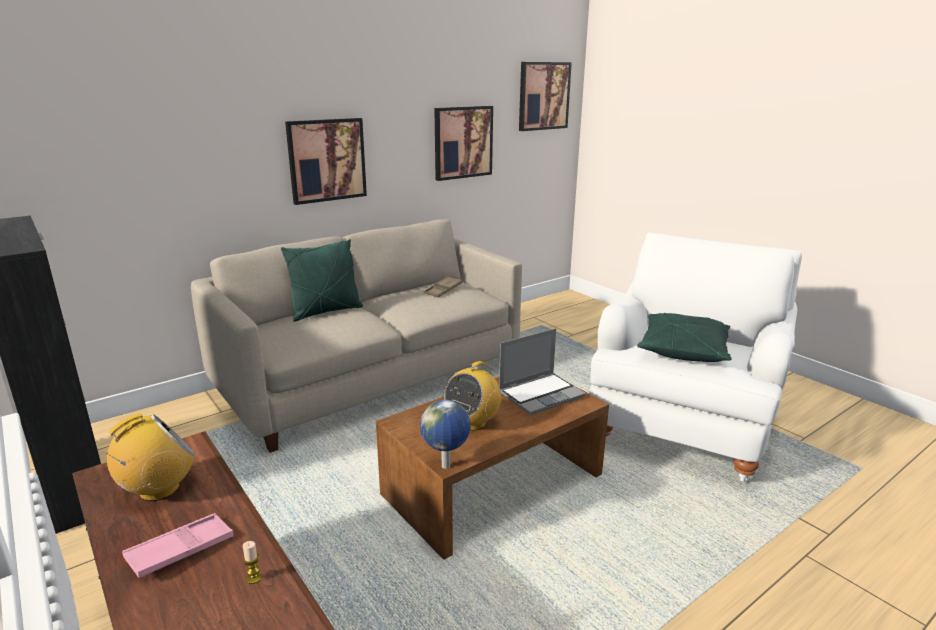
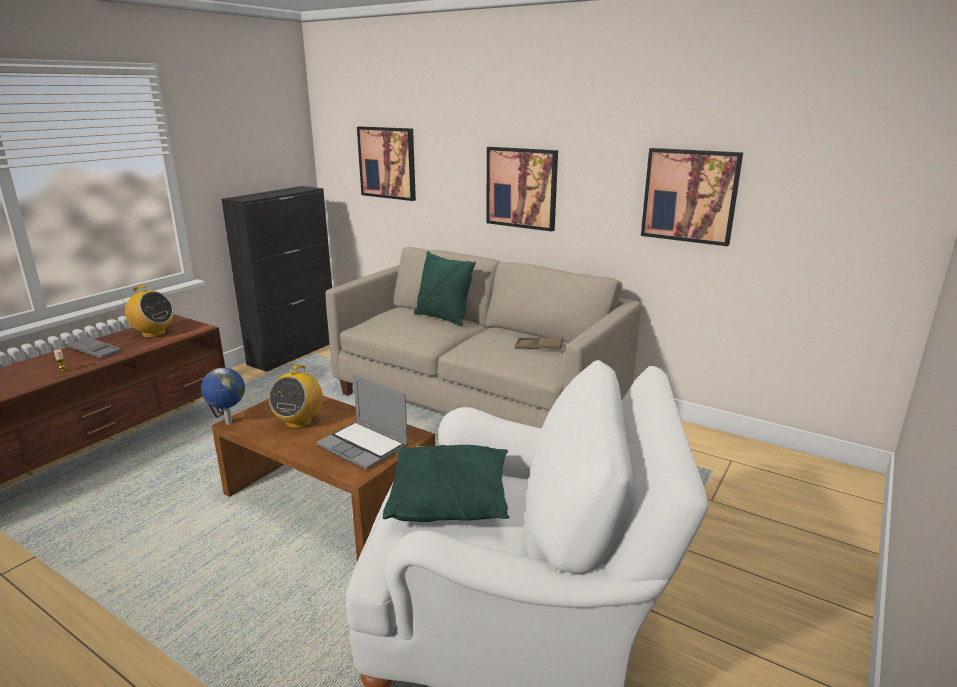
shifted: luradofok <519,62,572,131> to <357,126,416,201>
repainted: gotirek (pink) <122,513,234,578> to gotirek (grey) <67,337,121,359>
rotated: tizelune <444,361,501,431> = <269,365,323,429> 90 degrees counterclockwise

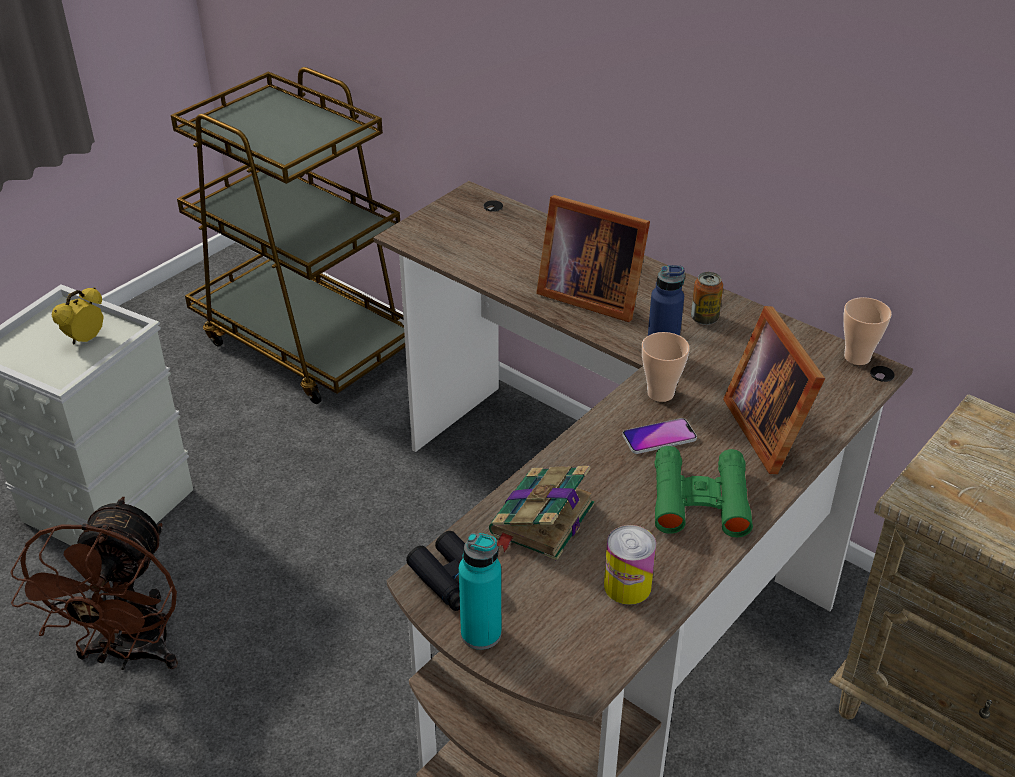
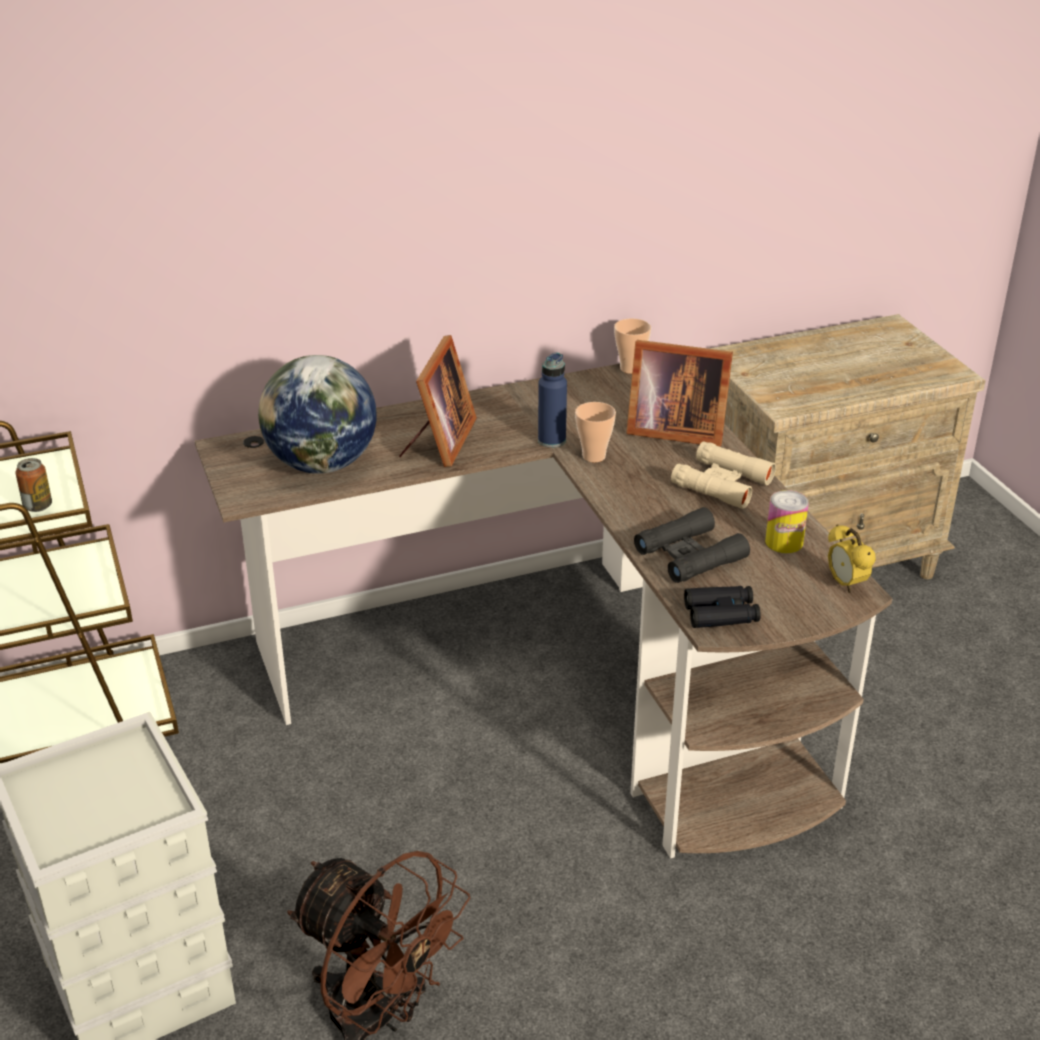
gone: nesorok <622,418,697,454>; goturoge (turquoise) <459,533,502,650>
new: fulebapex <258,355,377,474>
shifted: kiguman <691,272,723,325> to <15,458,52,512>; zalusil <51,287,104,345> to <828,524,876,593>
swapped: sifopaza <489,466,595,561> to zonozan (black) <634,507,750,583>
repainted: zonozan (green) <654,446,753,537> to zonozan (beige) <671,441,776,509>
rotated: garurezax <536,195,650,322> = <399,335,477,467> 45 degrees counterclockwise

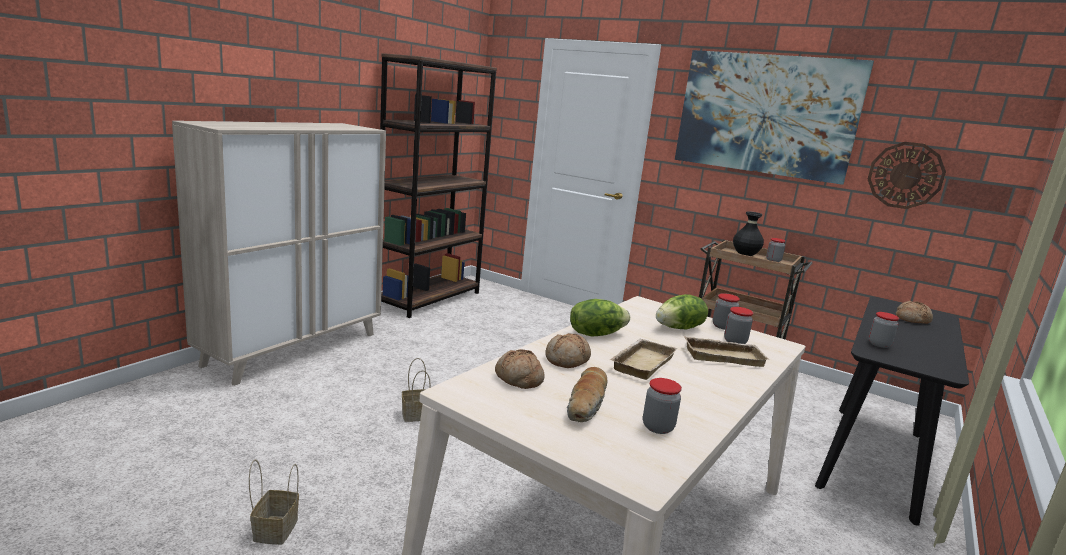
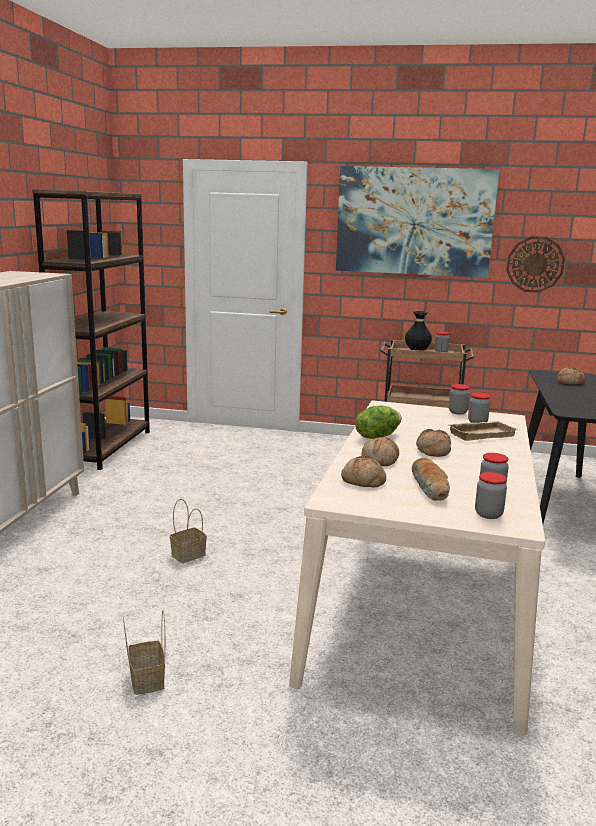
gone: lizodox <656,294,708,329>
shifted: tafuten <869,312,899,348> to <475,472,507,519>
swapped: gotirek (beige) <610,339,677,380> to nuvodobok <416,429,451,457>

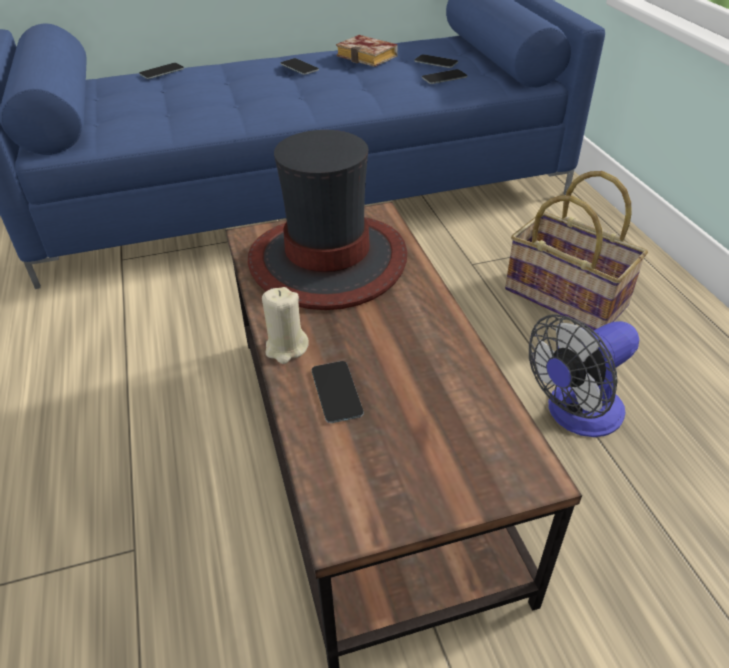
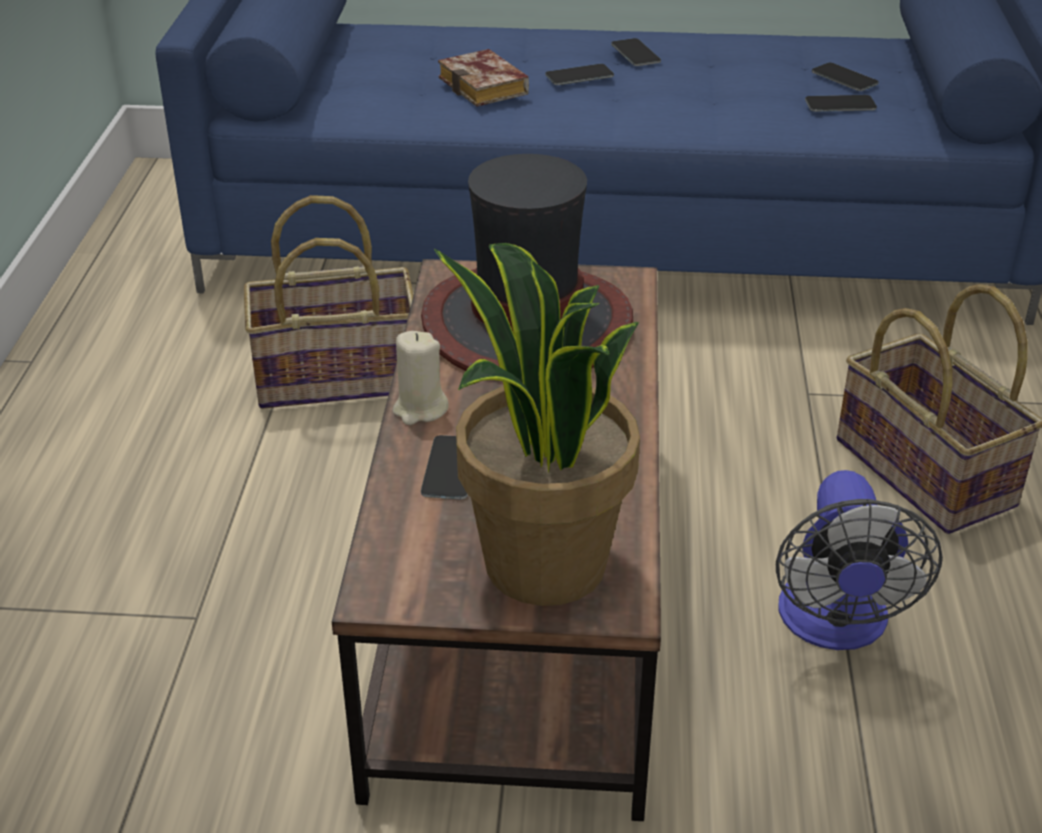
new: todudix <244,195,414,408>; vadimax <434,243,640,606>
shifted: sifopaza <336,35,398,67> to <438,49,529,107>; nesorok <139,63,184,79> to <545,64,614,85>
rotated: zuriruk <529,314,639,437> = <776,470,943,650> 75 degrees counterclockwise

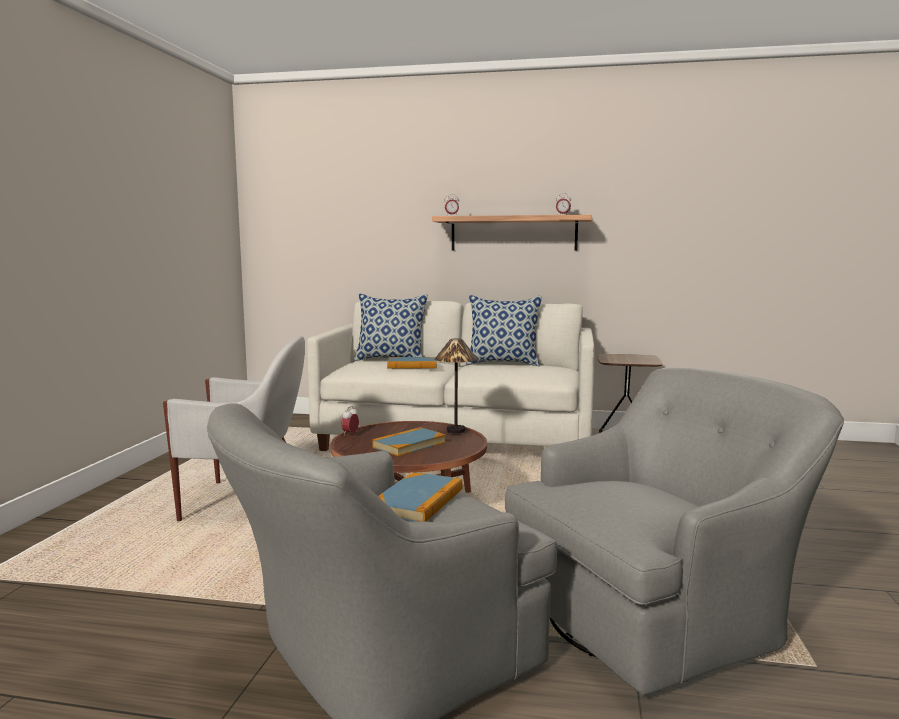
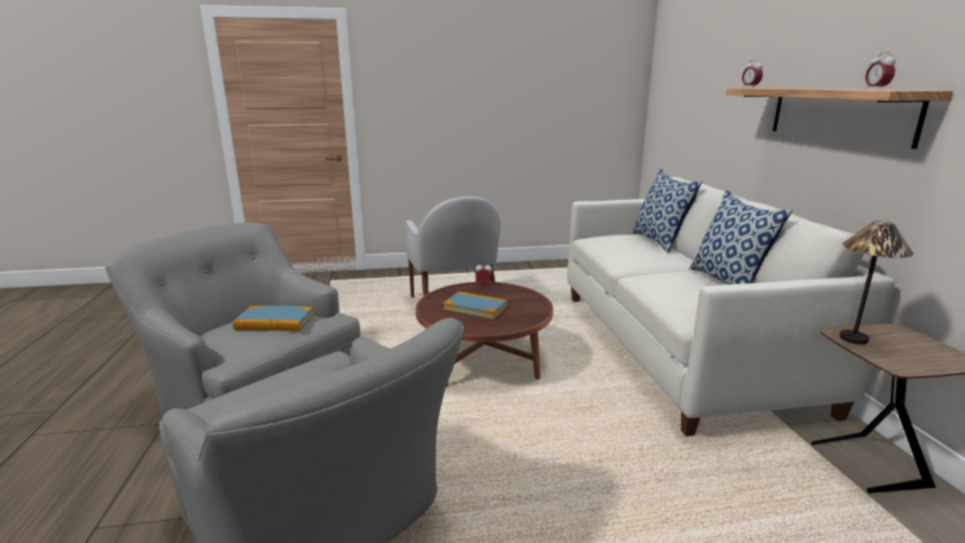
gone: sifopaza <387,357,436,369>
shifted: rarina <435,338,478,433> to <840,221,913,345>

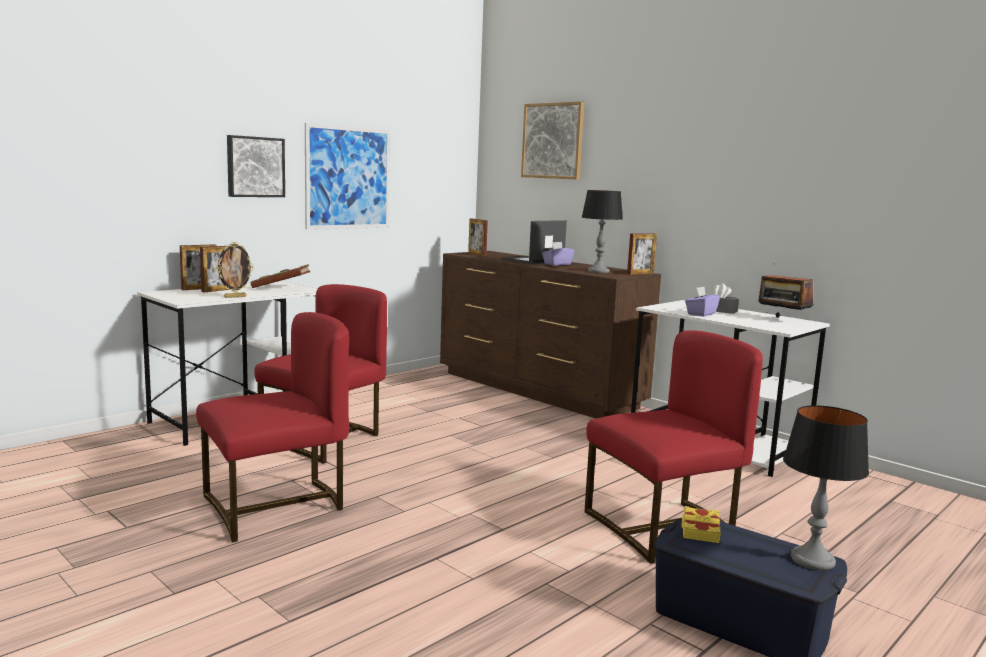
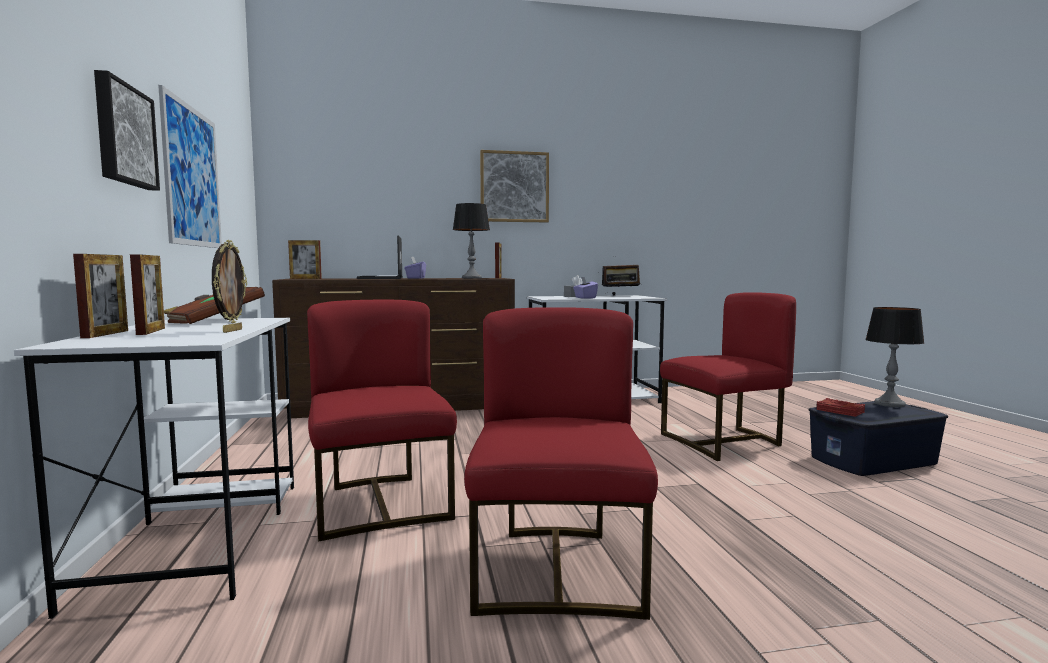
shifted: luradofok <521,102,584,180> to <480,150,549,223>
repainted: sifopaza (yellow) <681,506,721,543> to sifopaza (red) <816,398,865,417>
rotated: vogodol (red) <585,330,763,564> = <660,292,796,461> 60 degrees clockwise

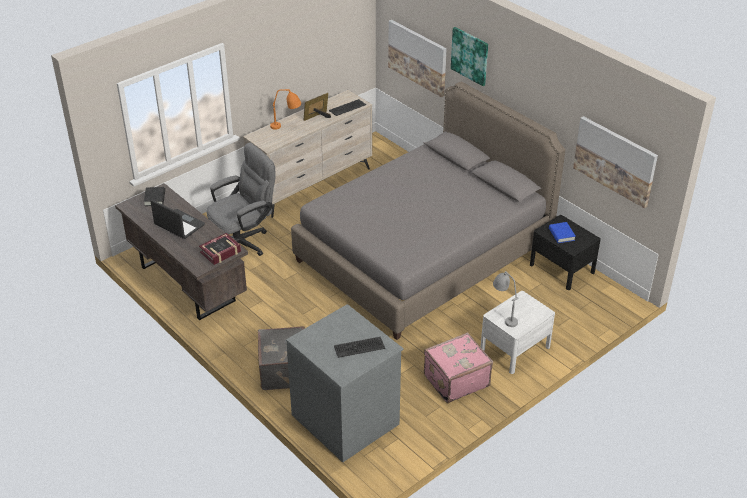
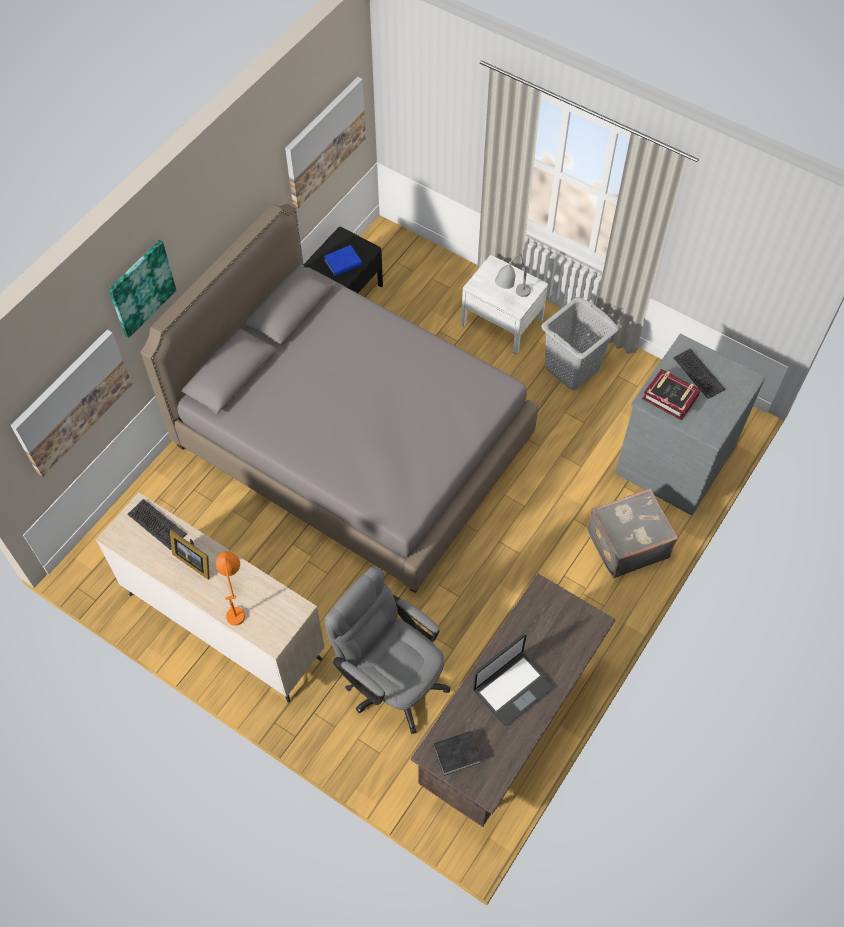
shifted: sifopaza <199,233,241,265> to <642,369,701,420>
swapped: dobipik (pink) <424,332,493,403> to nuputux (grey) <541,297,619,390>
rotated: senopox <151,200,205,239> = <473,634,553,726> 150 degrees counterclockwise

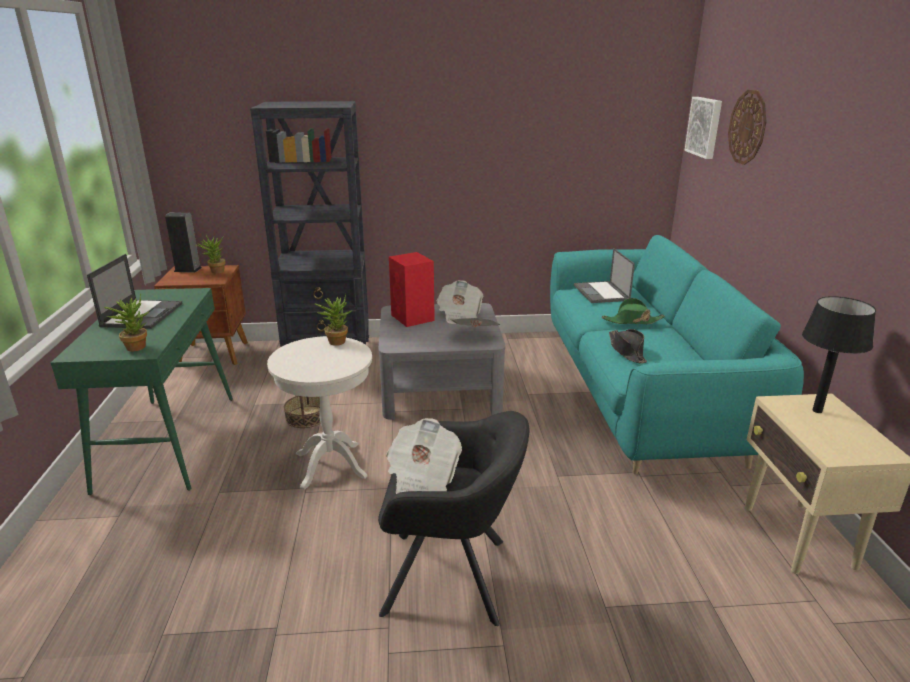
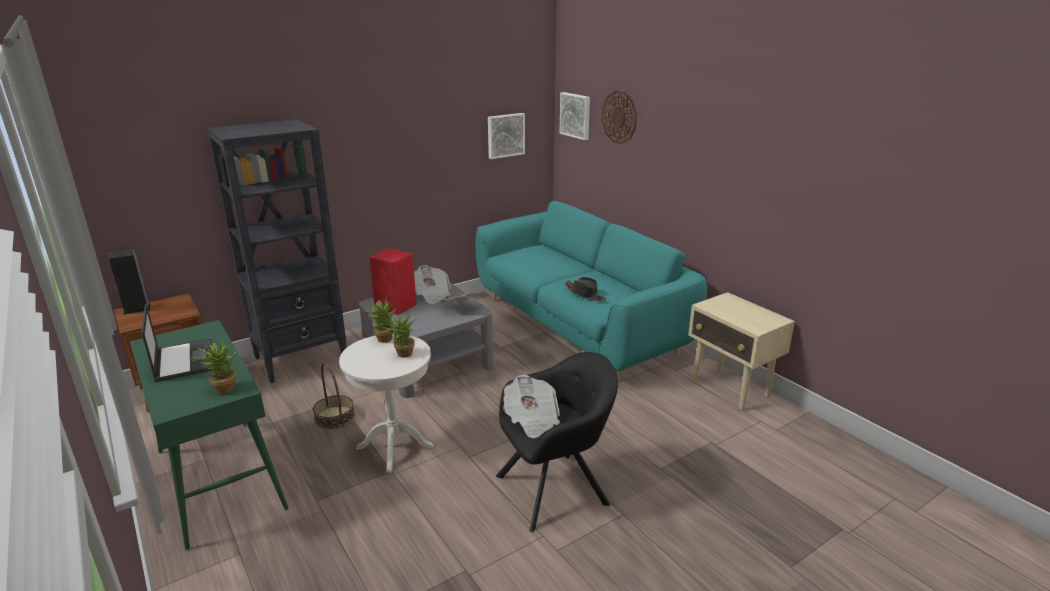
gone: senopox <574,248,635,303>; rarina (black) <802,296,876,413>; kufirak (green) <602,298,665,324>
new: luradofok <488,113,525,159>
shifted: vadimax <196,235,225,273> to <382,312,416,358>

